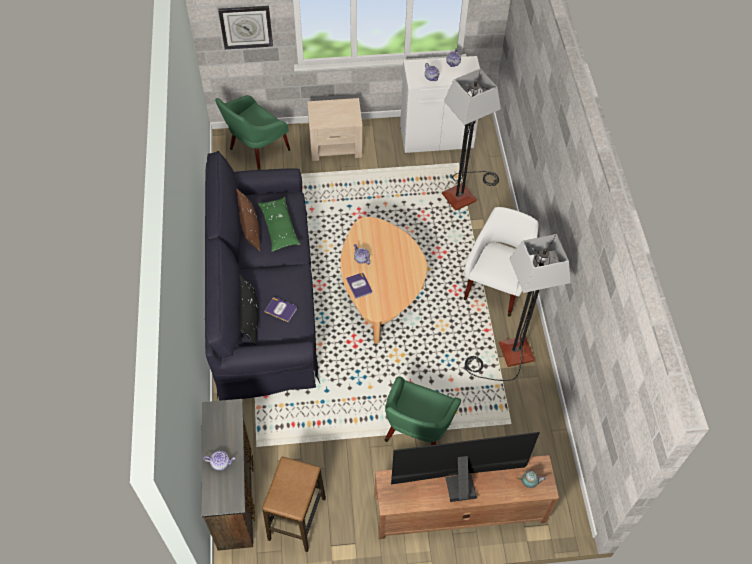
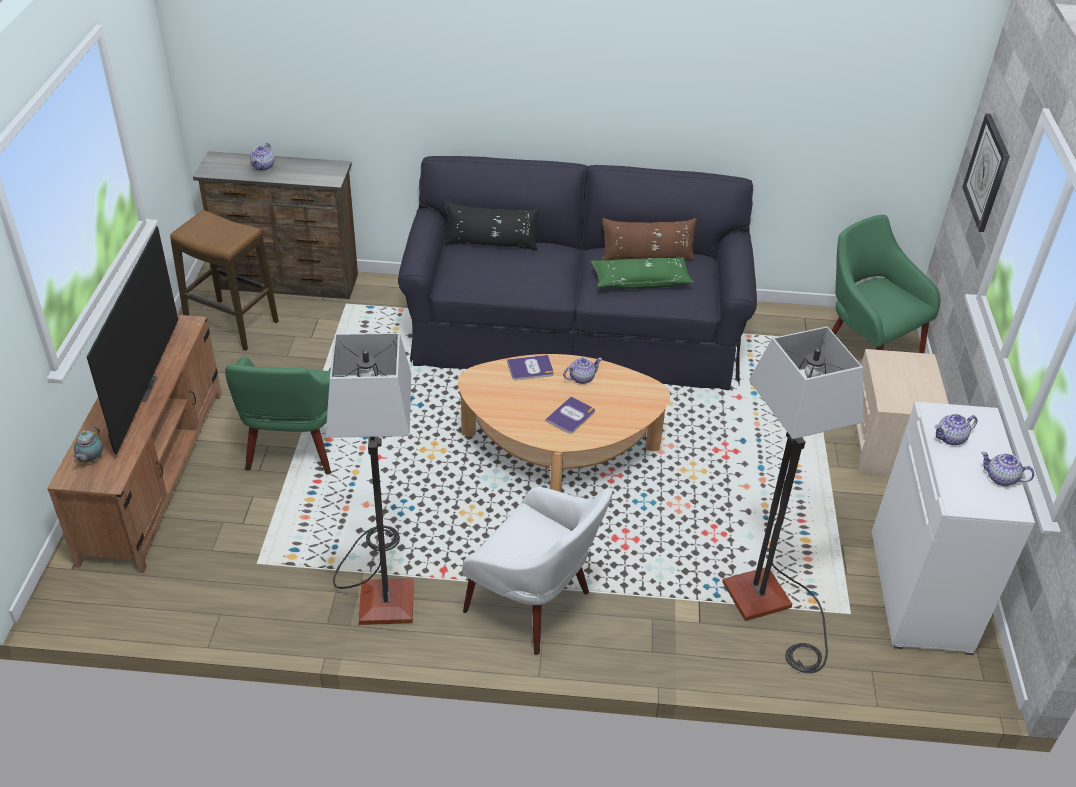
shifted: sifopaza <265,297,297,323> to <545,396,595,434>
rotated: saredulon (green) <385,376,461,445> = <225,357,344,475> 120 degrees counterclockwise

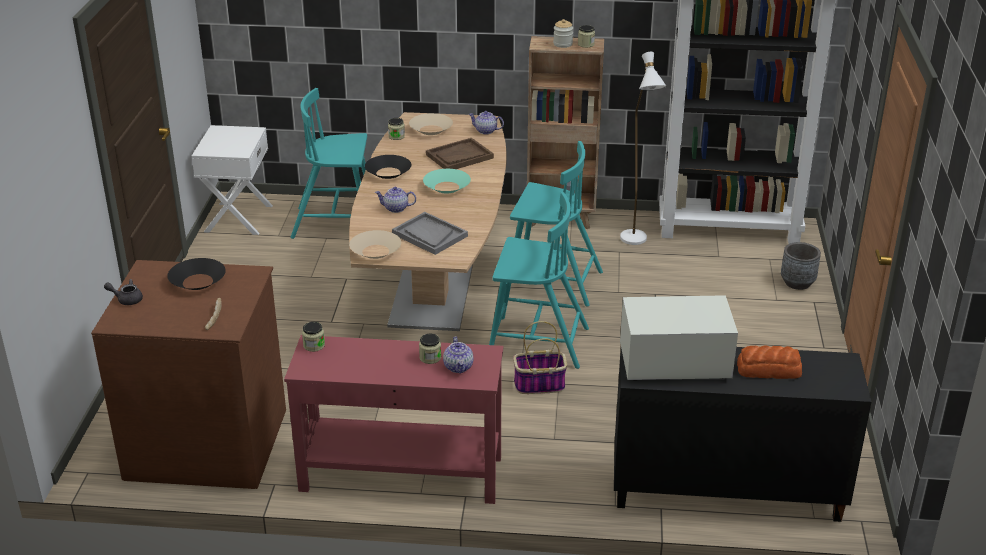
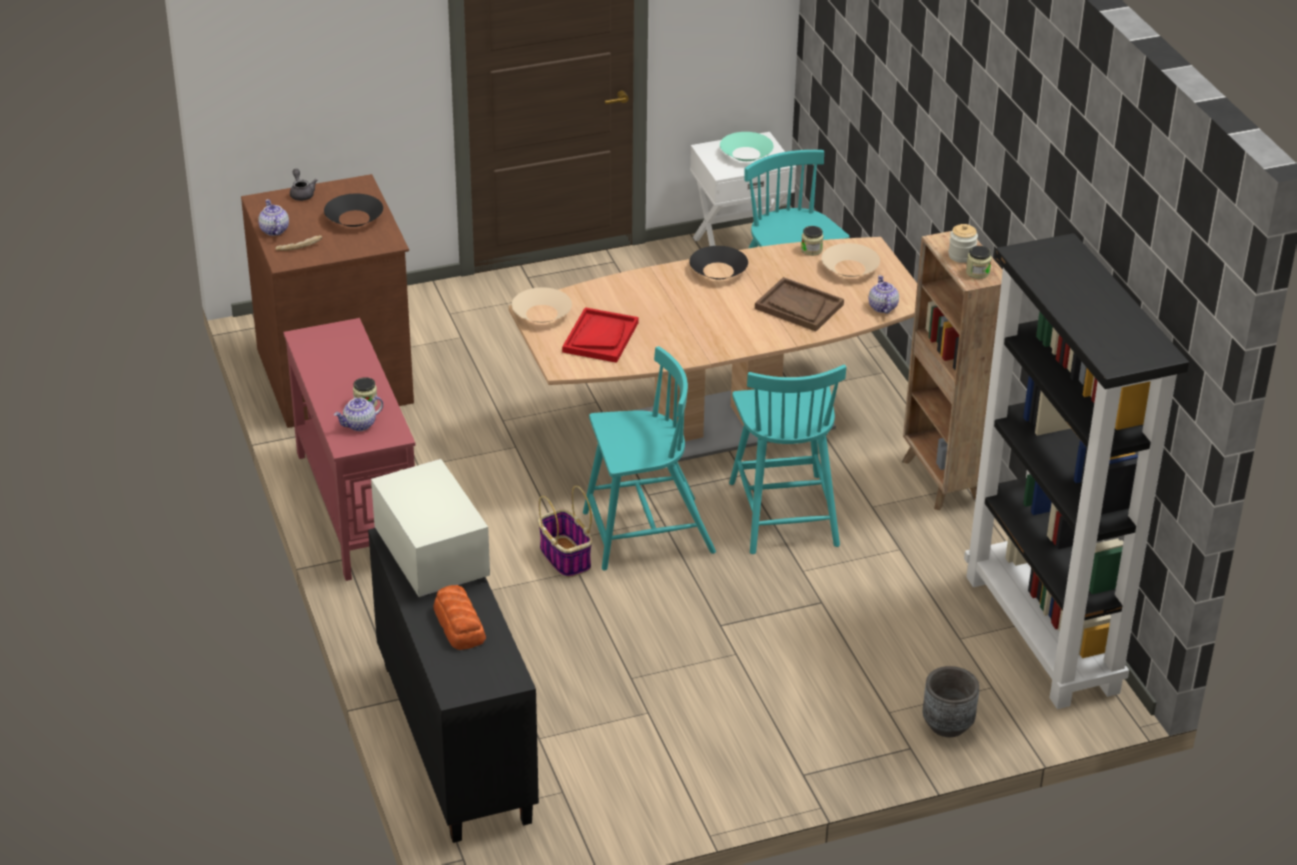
gone: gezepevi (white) <620,52,666,245>; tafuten <302,322,325,352>
shifted: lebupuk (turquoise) <423,169,471,194> to <720,132,774,161>; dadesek <375,187,416,213> to <258,199,289,236>
repainted: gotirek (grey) <392,212,468,255> to gotirek (red) <562,307,639,363>
rotated: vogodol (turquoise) <489,192,589,369> = <583,346,716,571> 90 degrees counterclockwise

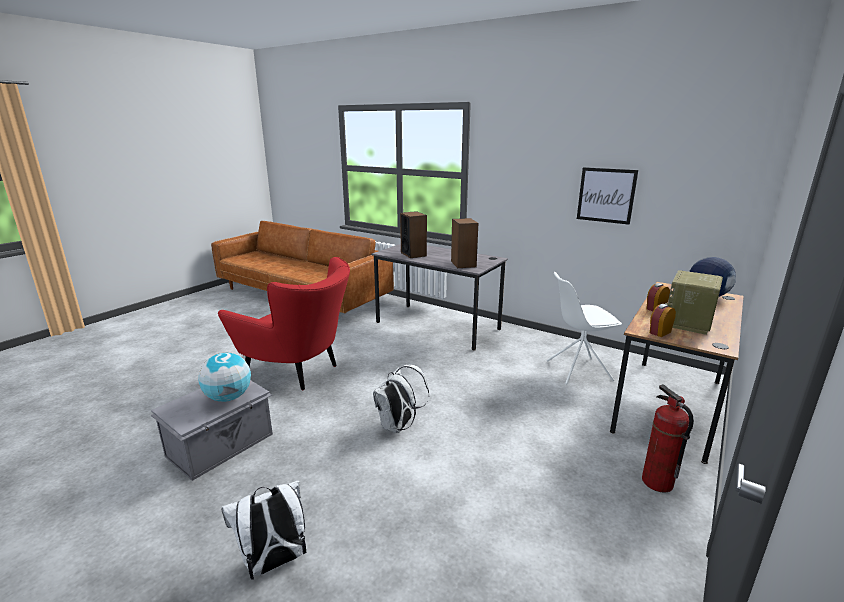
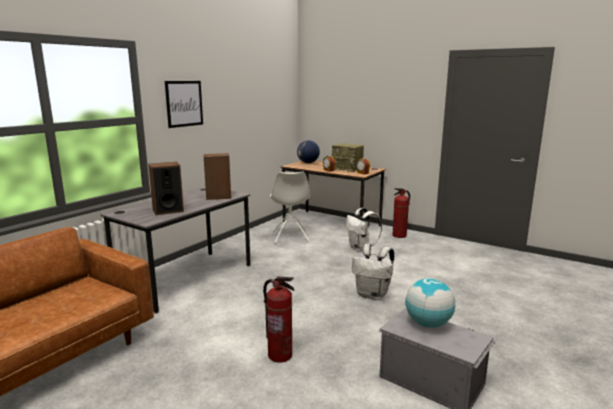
shifted: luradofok <577,167,638,225> to <165,81,203,128>; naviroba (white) <221,480,306,579> to <346,208,382,251>
swapped: saredulon (red) <218,257,350,390> to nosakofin <263,276,294,363>

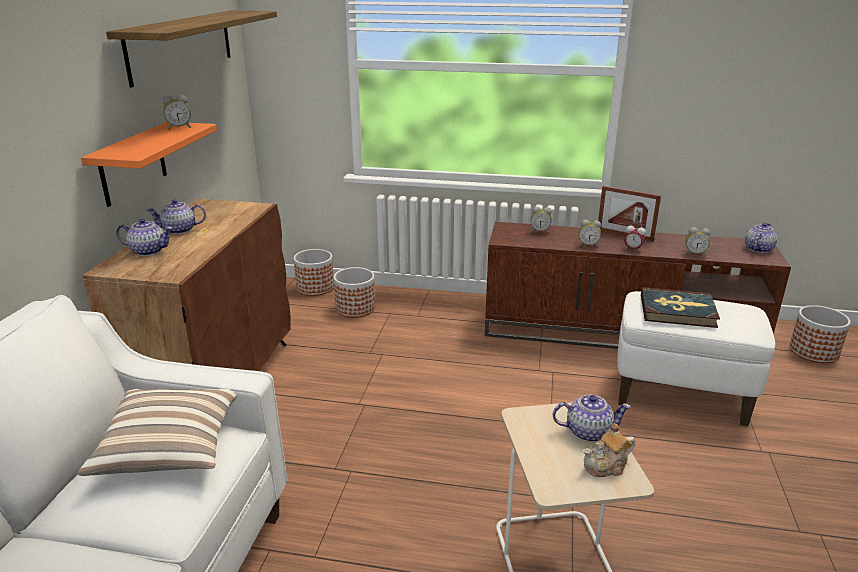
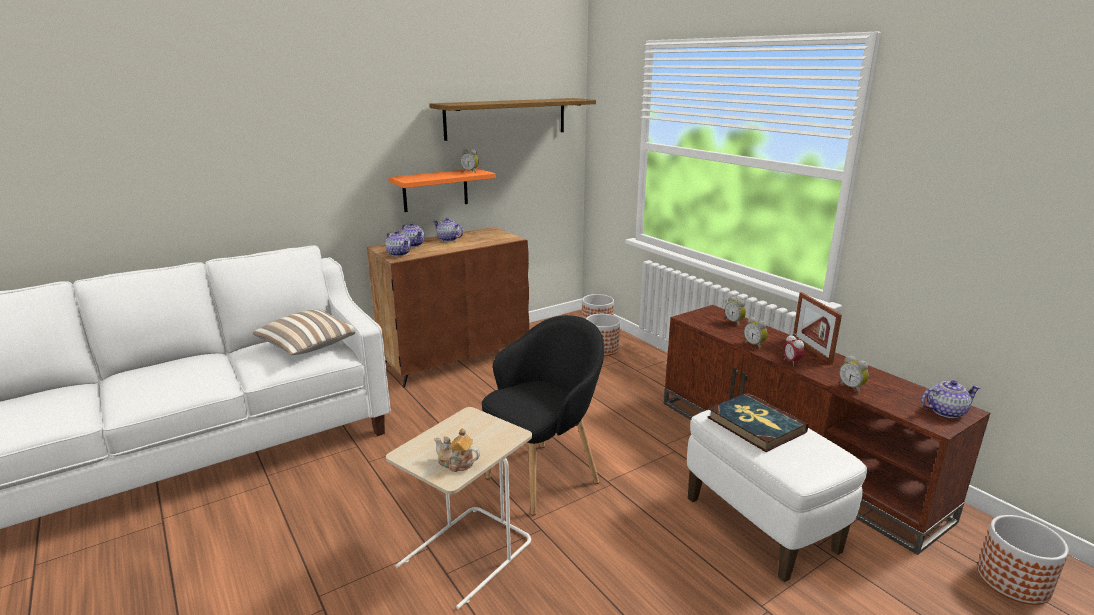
new: saredulon (black) <482,315,604,516>
shifted: dadesek <553,395,631,442> to <385,231,411,256>

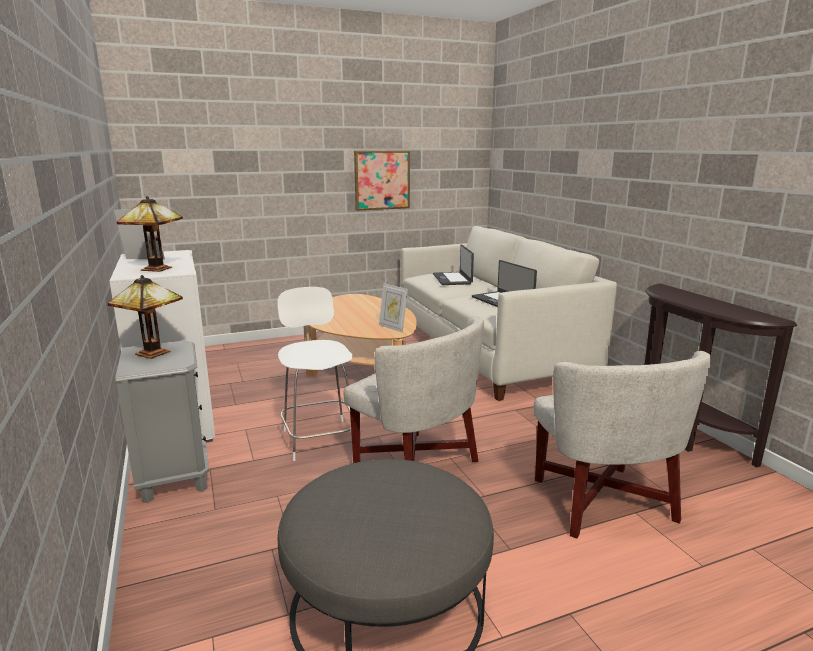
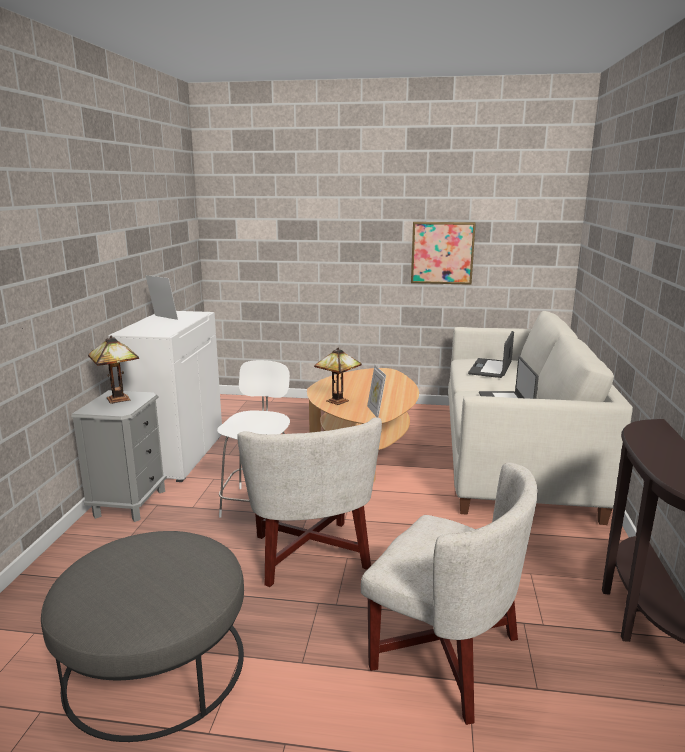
shifted: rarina <117,196,183,272> to <314,348,362,405>
rotated: saredulon (white) <534,351,711,539> = <361,462,538,725> 75 degrees counterclockwise

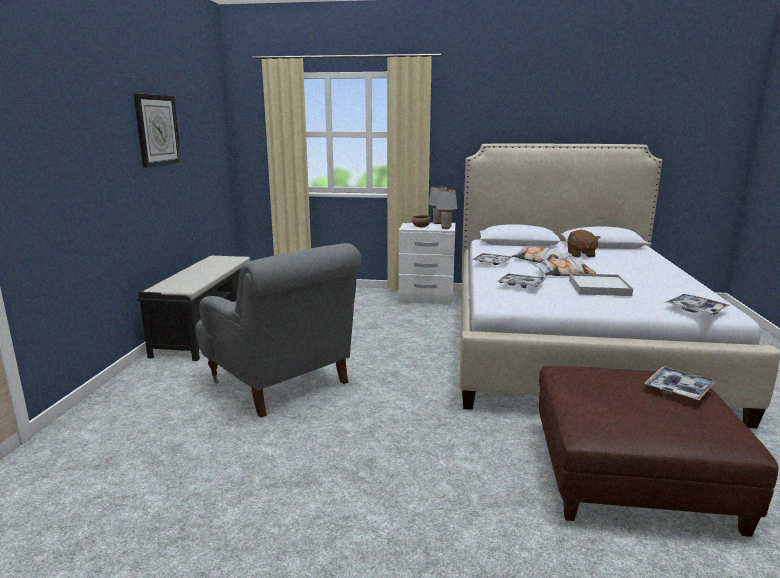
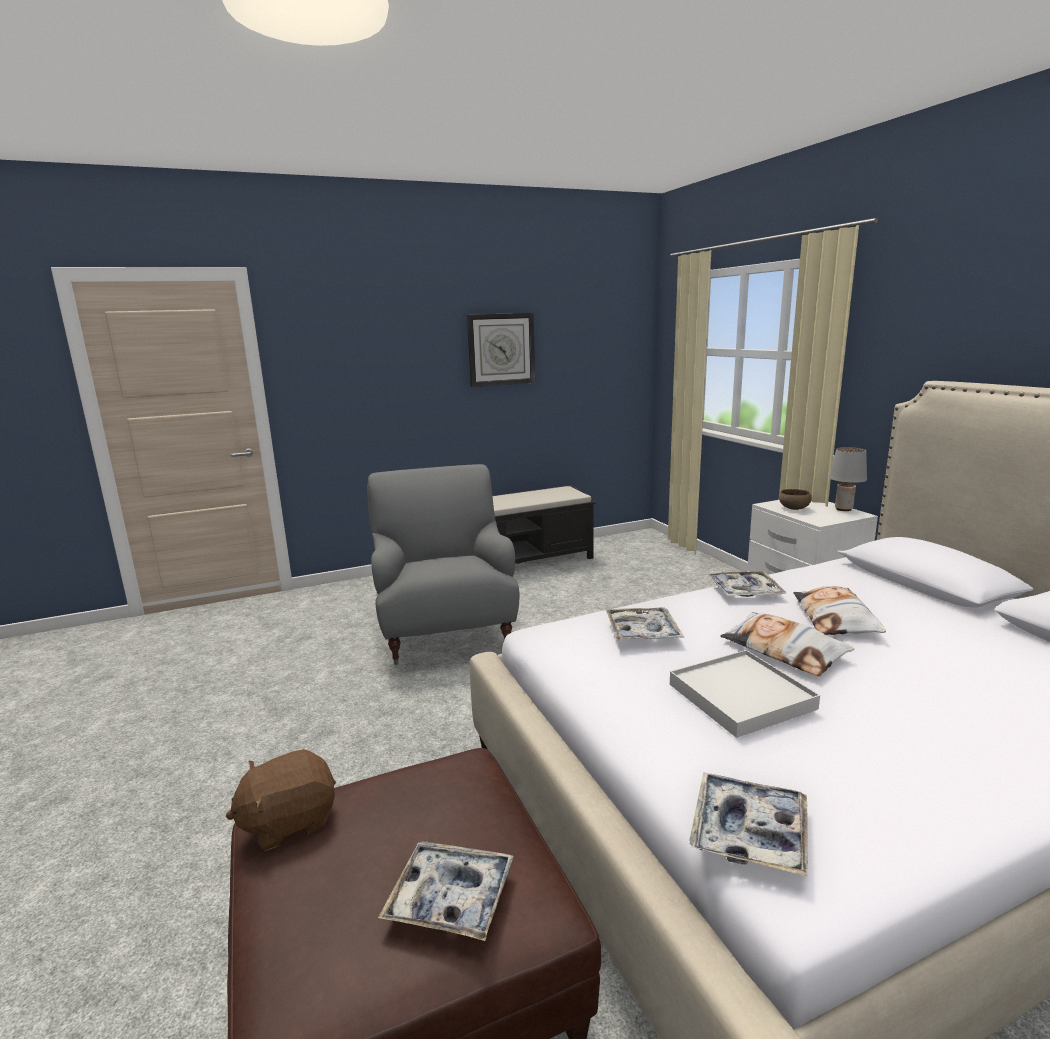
gone: rarina (grey) <436,189,457,229>
shifted: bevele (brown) <567,230,601,257> to <226,749,336,851>
rotated: saredulon (grey) <195,243,362,418> = <367,464,519,665> 150 degrees clockwise

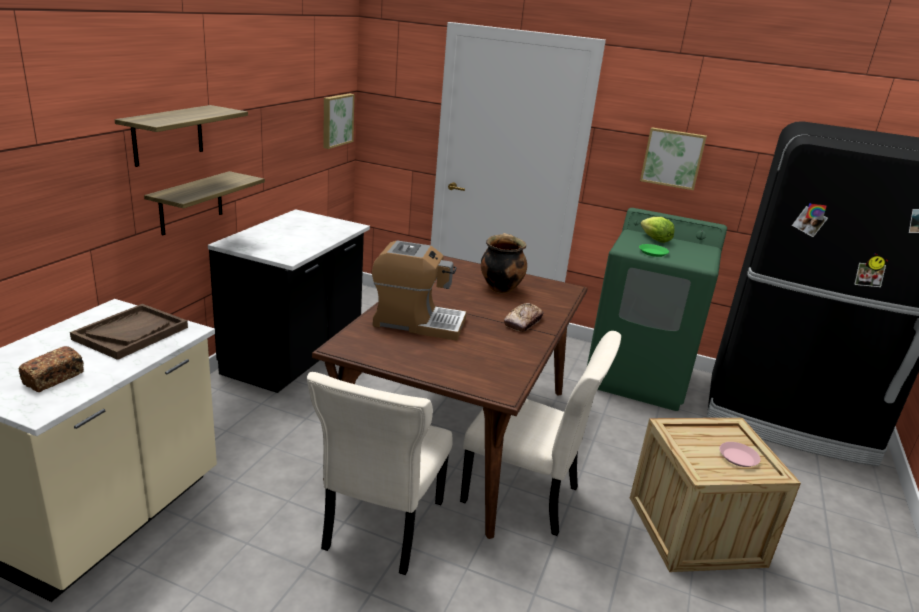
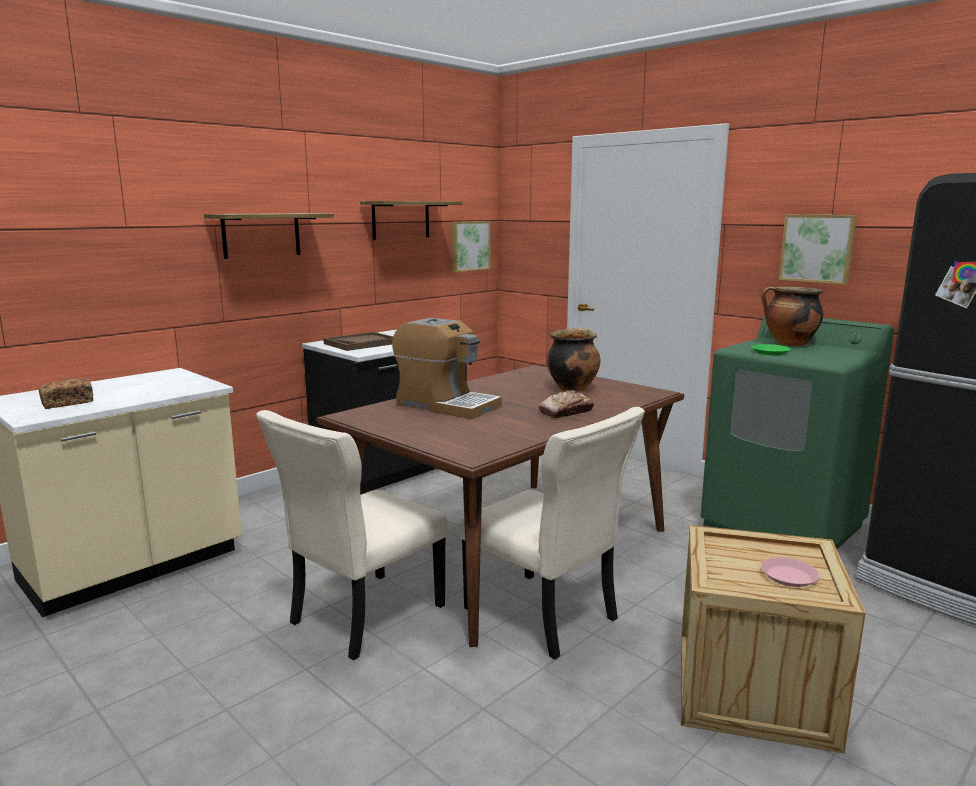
shifted: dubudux <144,171,265,235> to <360,201,462,240>; gotirek (brown) <70,304,188,360> to <323,332,393,351>
swapped: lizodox <640,217,675,243> to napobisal <761,286,823,346>

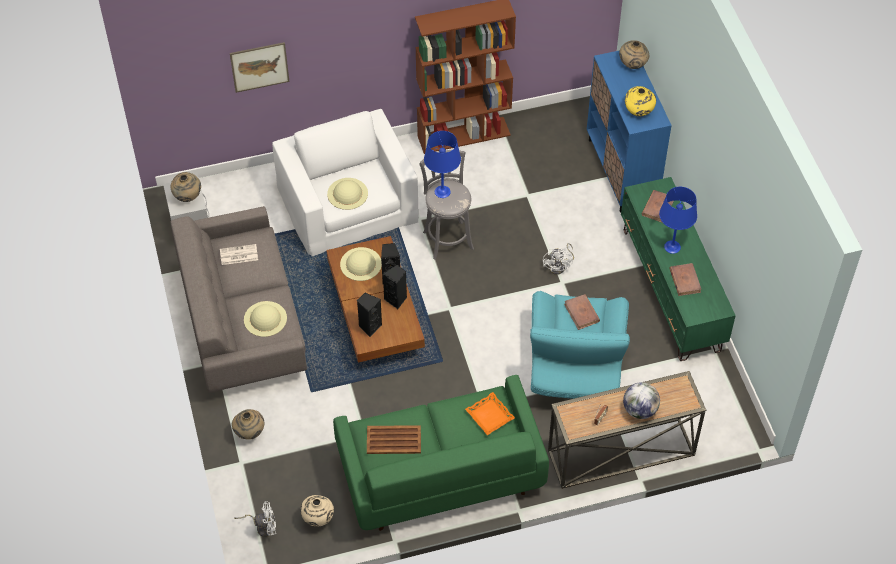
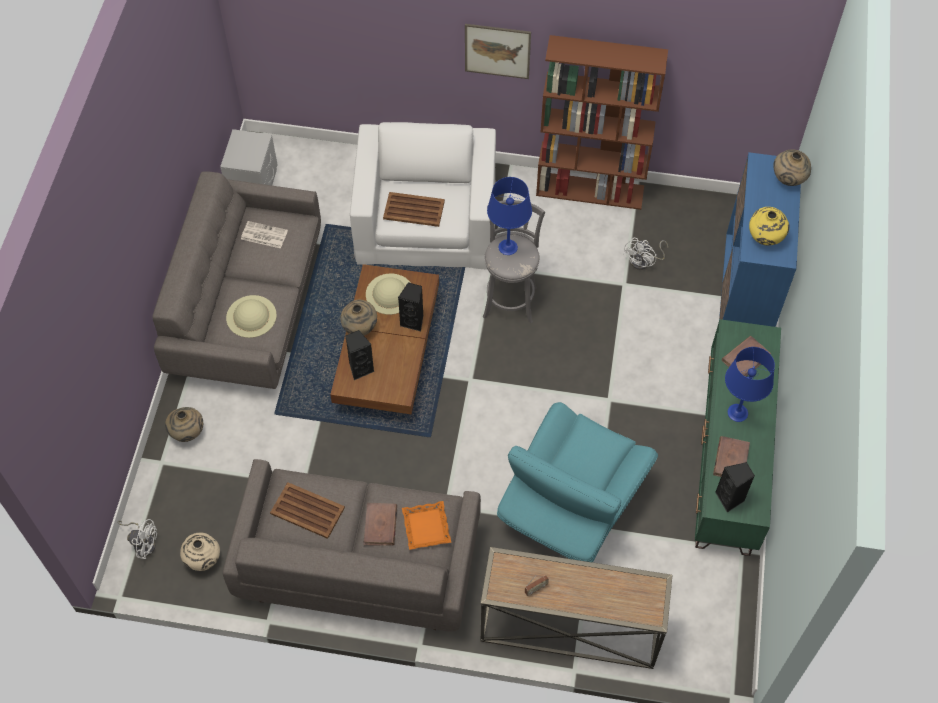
gone: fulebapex <623,382,660,419>
shifted: luradofok <230,42,290,93> to <465,24,531,79>; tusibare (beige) <170,172,201,202> to <341,300,377,336>; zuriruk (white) <543,243,574,275> to <623,238,668,270>; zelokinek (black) <383,265,407,309> to <715,462,755,512>; sifopaza (brown) <564,294,600,330> to <363,503,397,546>
swapped: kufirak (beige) <327,178,368,210> to gotirek (brown) <383,192,445,227>
repainted: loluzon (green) <333,375,549,531> to loluzon (grey) <223,459,481,632>

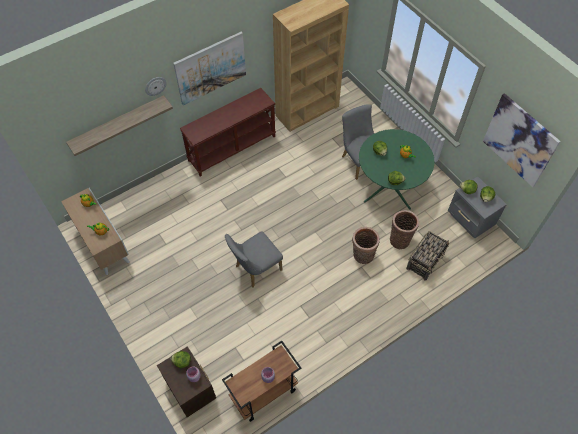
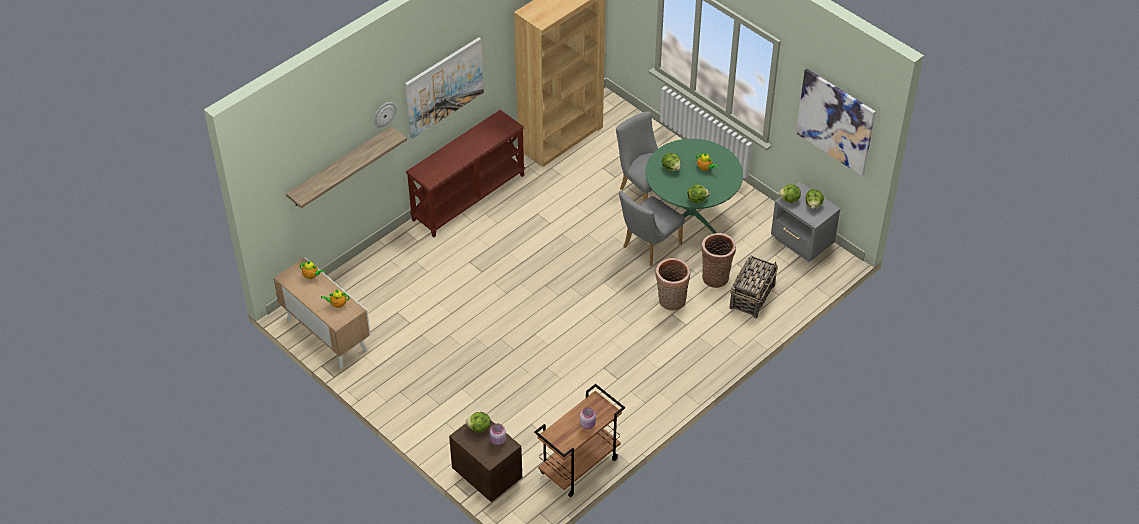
shifted: vogodol (grey) <225,231,283,288> to <619,191,685,266>

